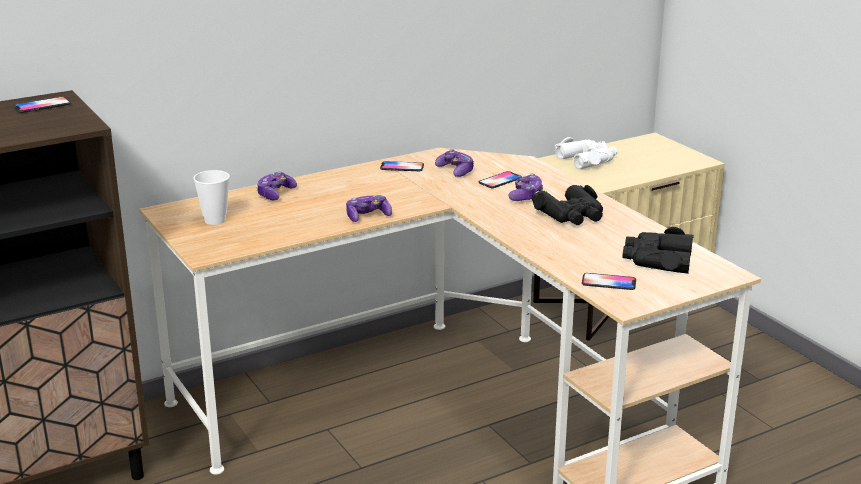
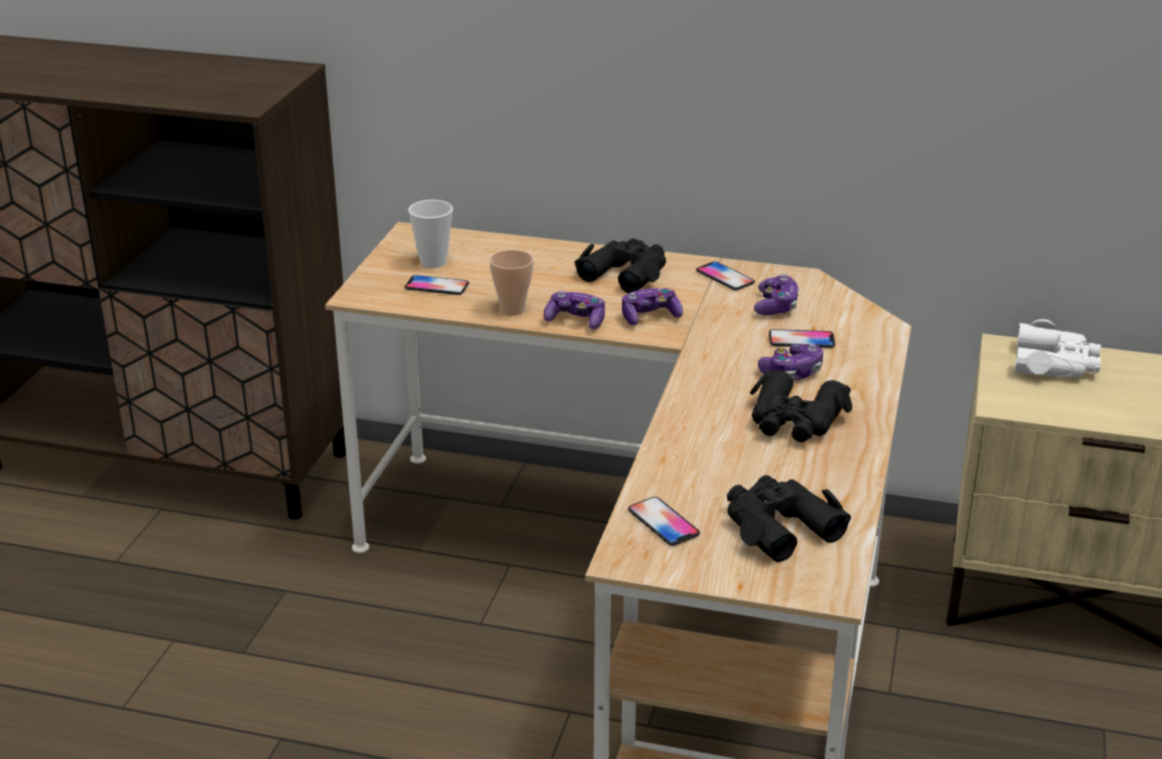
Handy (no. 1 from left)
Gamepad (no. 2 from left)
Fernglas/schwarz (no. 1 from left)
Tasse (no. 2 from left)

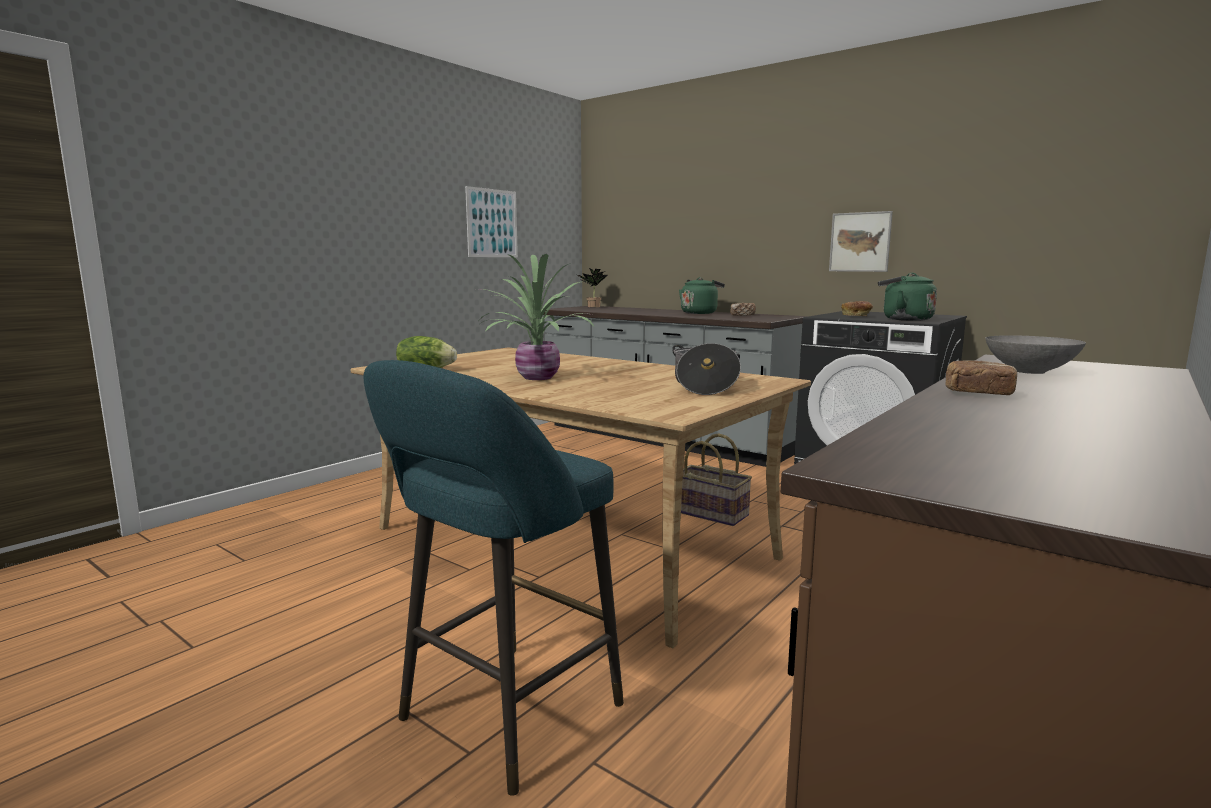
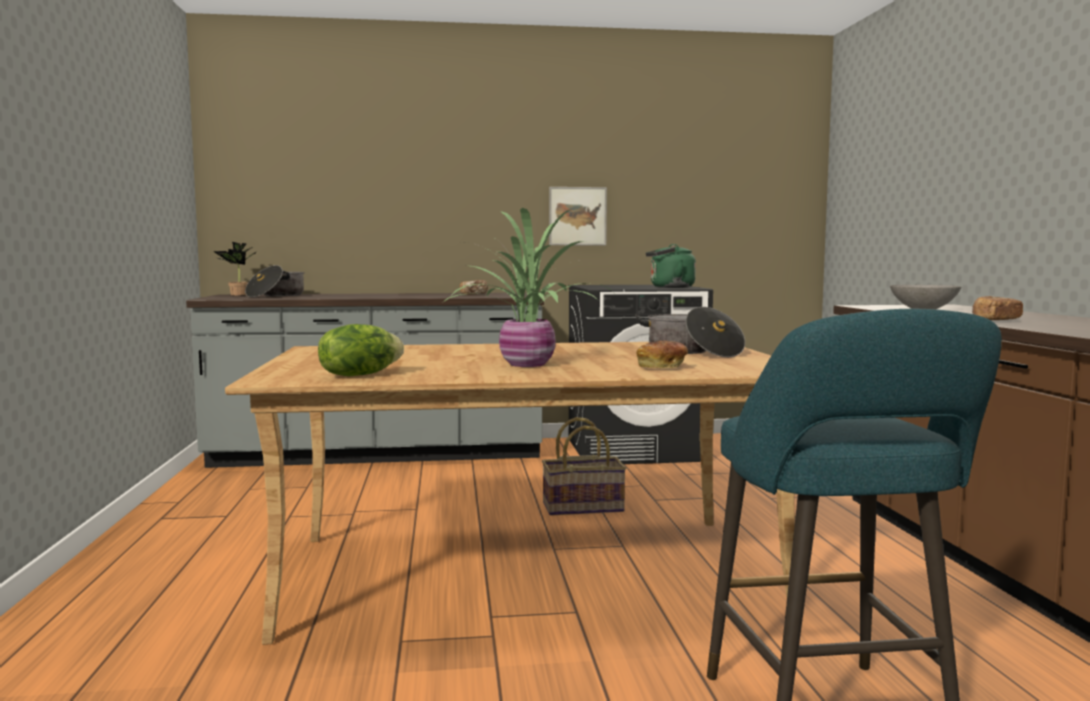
Bild (no. 1 from left in the first image)
Wasserkessel/grün (no. 1 from left in the first image)
Brot (no. 2 from left)
Kochtopf (no. 1 from left)

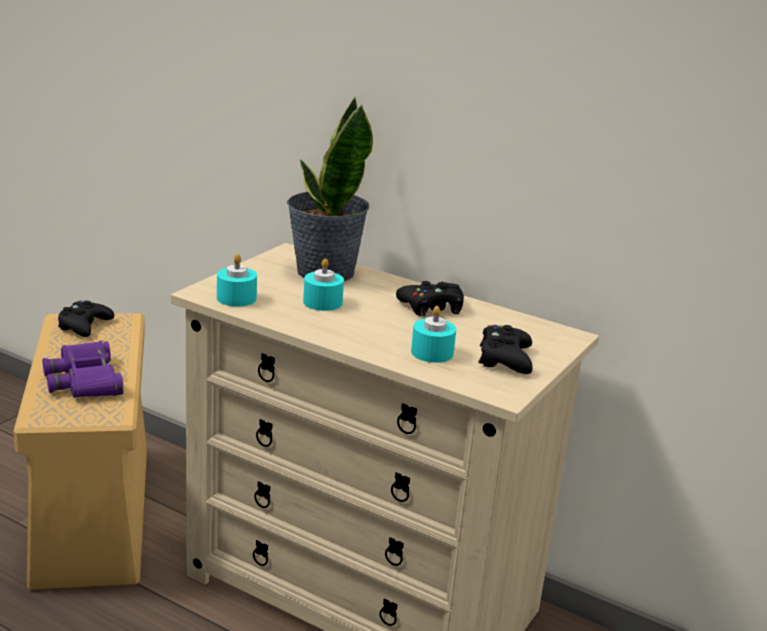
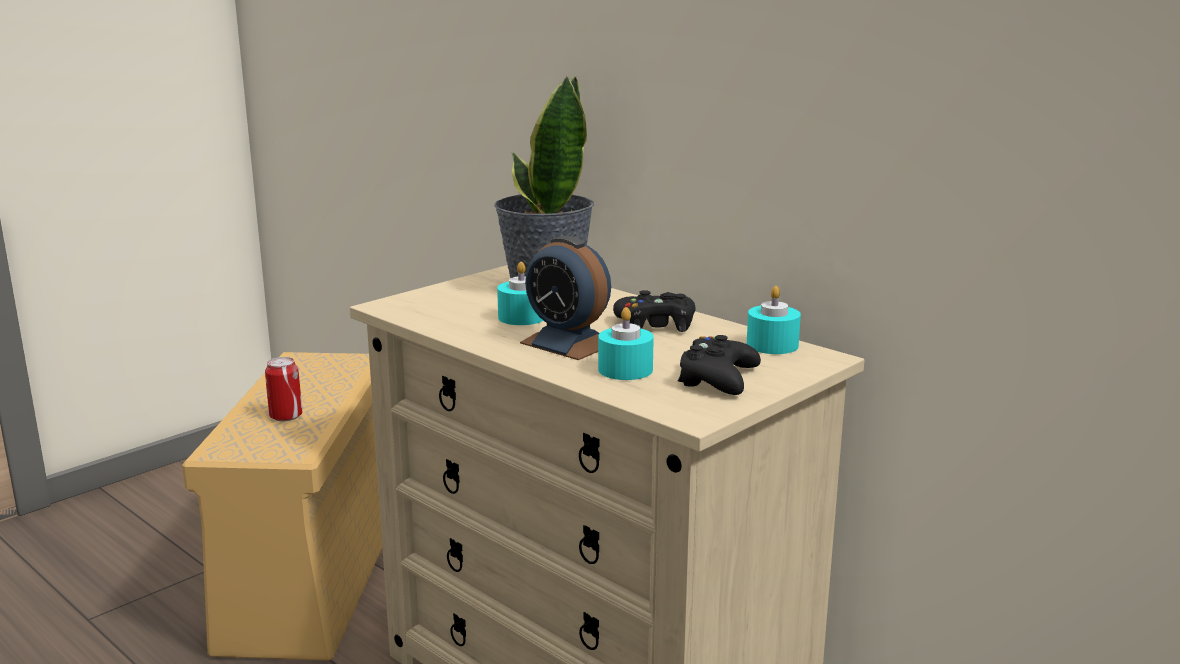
Kerze/türkis (no. 3 from left)
Gamepad/schwarz (no. 1 from left in the first image)
Dose
Wecker

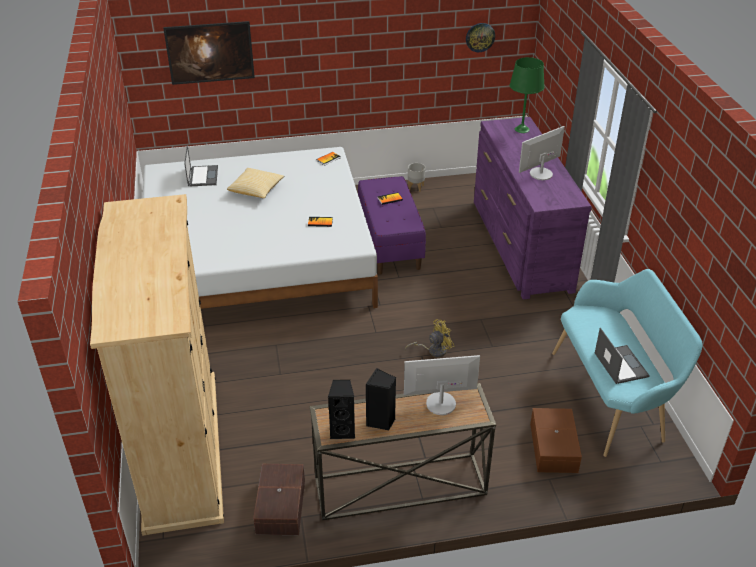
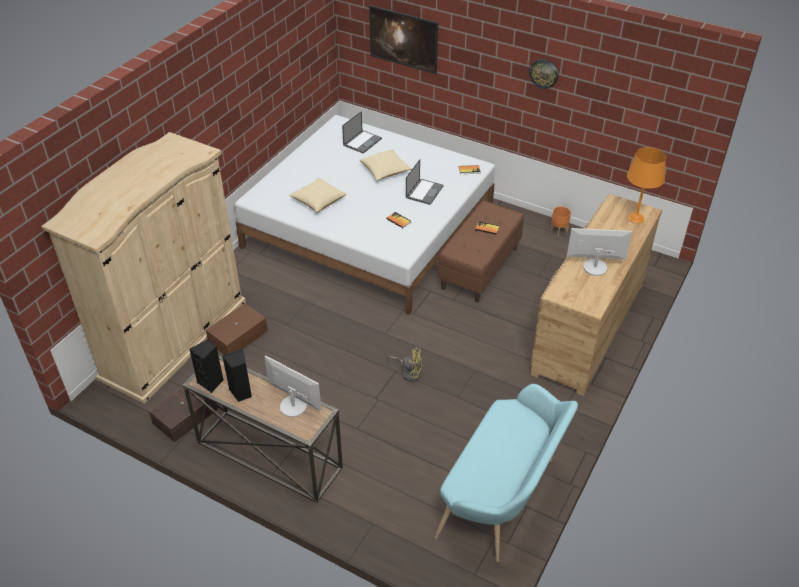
Wanduhr
Tischlampe/orange
Kommode/braun
Pflanzkübel/orange
Bank/braun
Laptop (no. 2 from left)
Aufbewahrungsbox/braun (no. 2 from left)
Kissen (no. 1 from left)

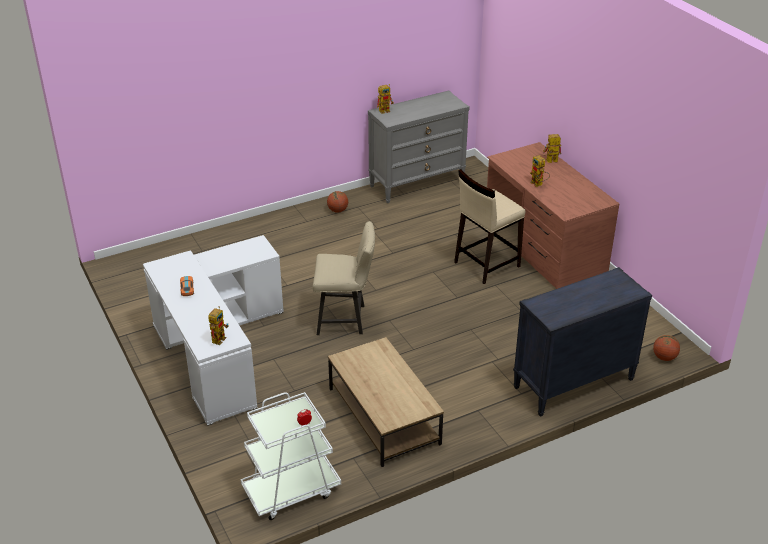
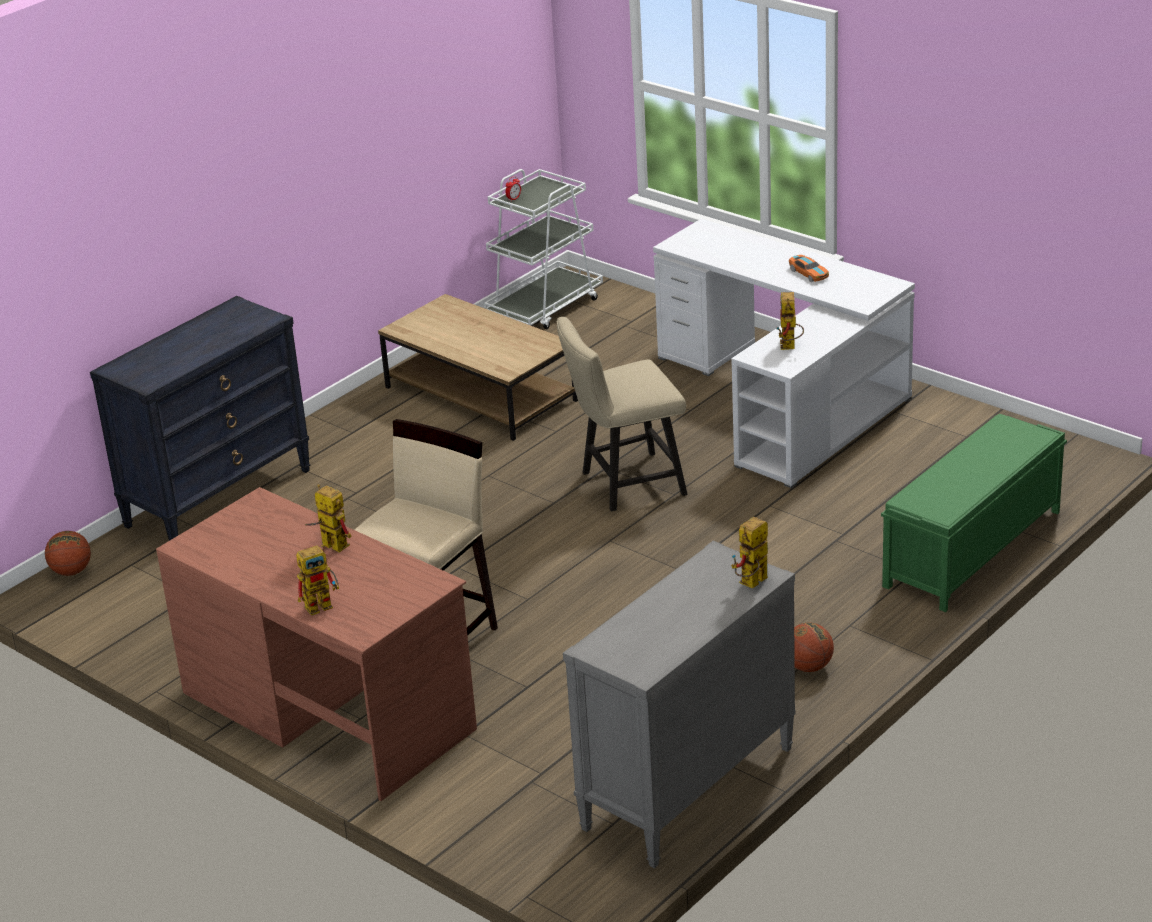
Spielzeugroboter (no. 4 from left)
Bank/grün

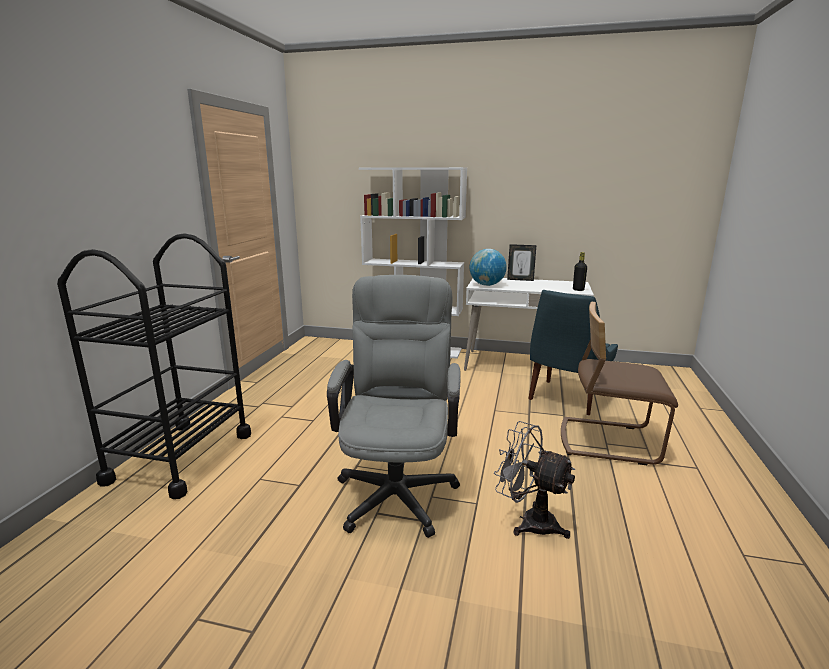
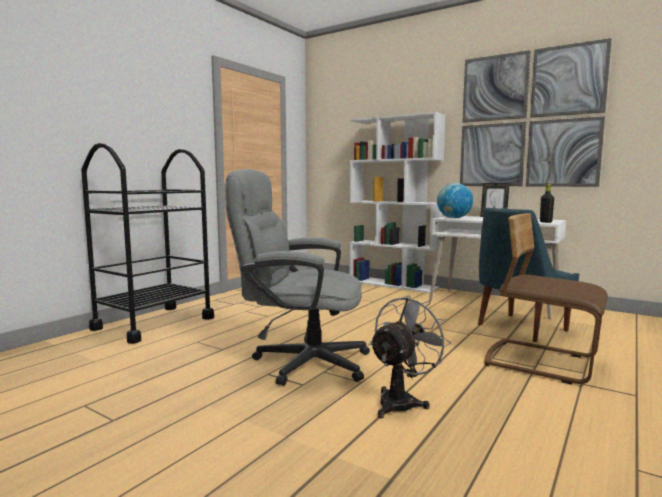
Bürostuhl/grau
Ventilator/grau
Bild

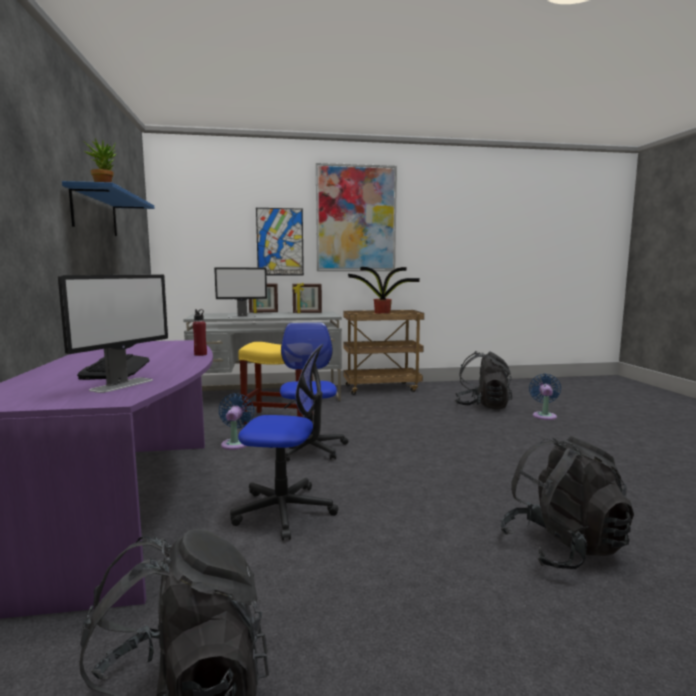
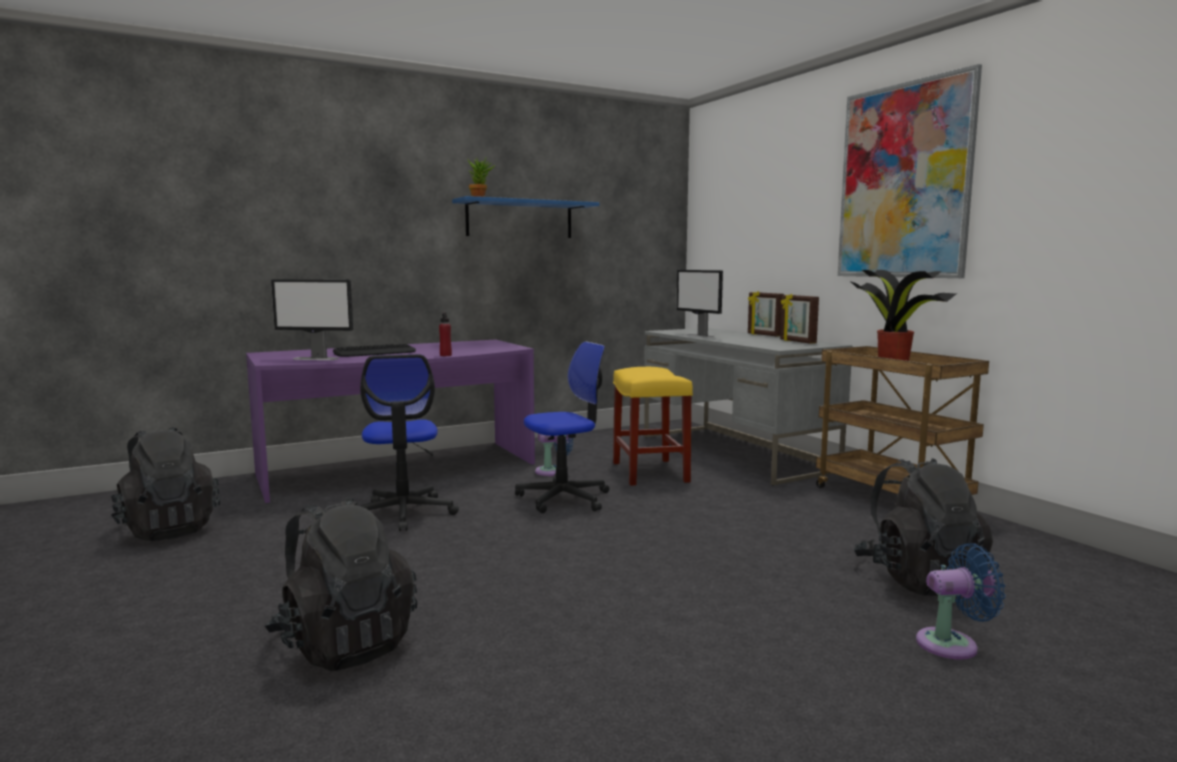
Bild (no. 1 from left in the first image)

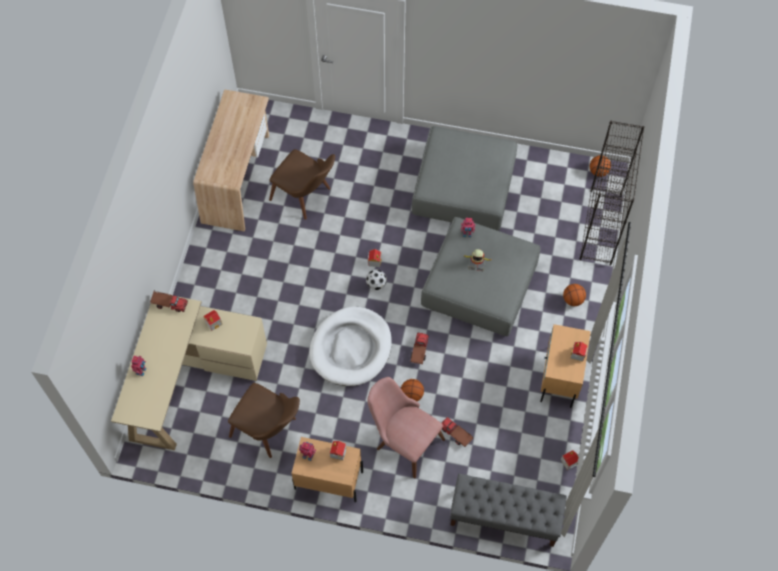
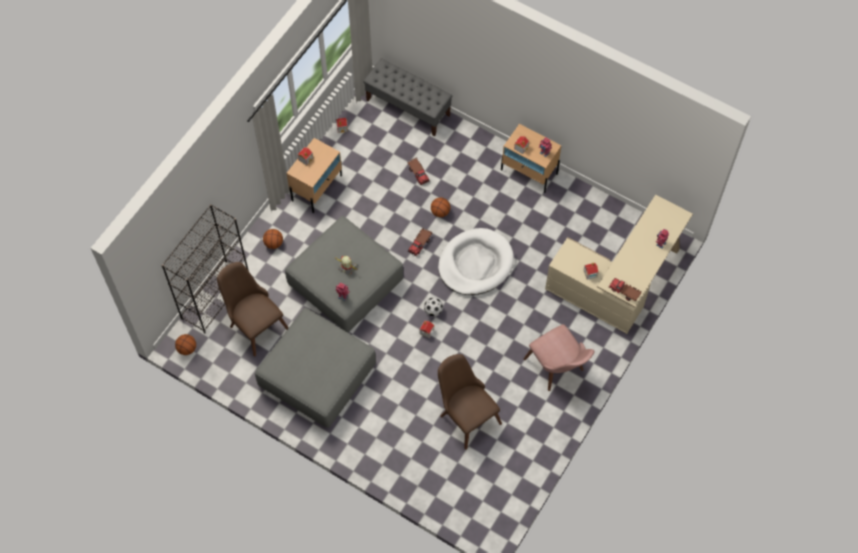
Schreibtisch/beige (no. 2 from left in the first image)
Stuhl/rosa
Stuhl/braun (no. 1 from left)

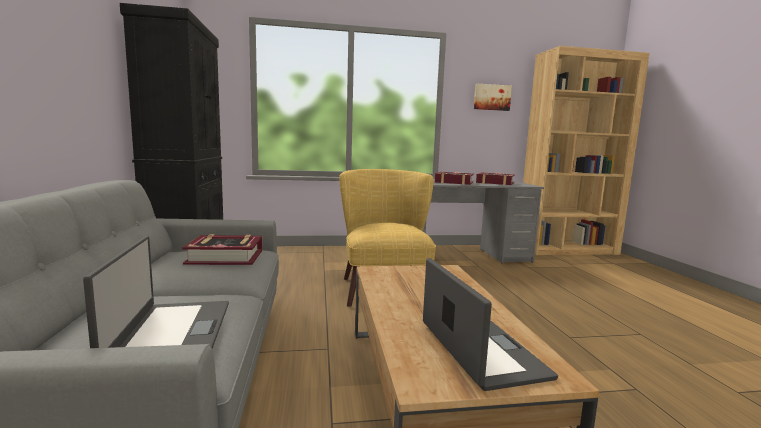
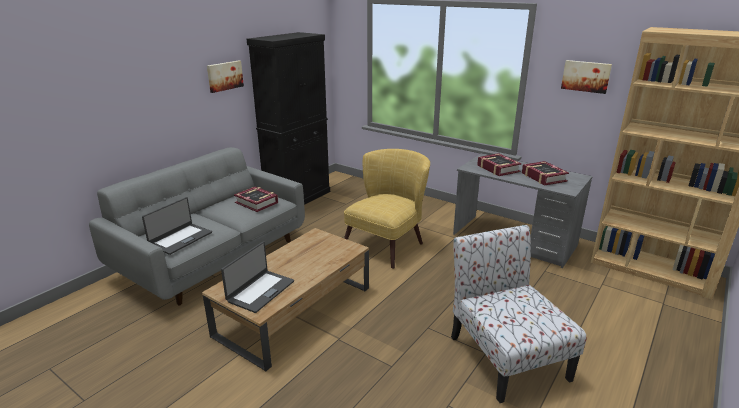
Bild (no. 1 from left)
Stuhl

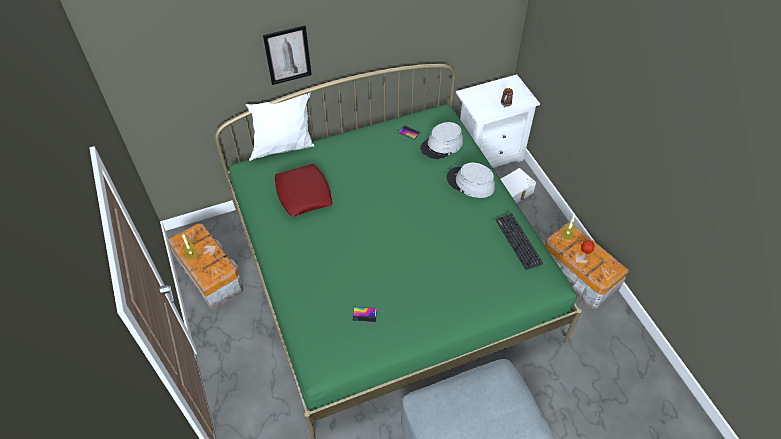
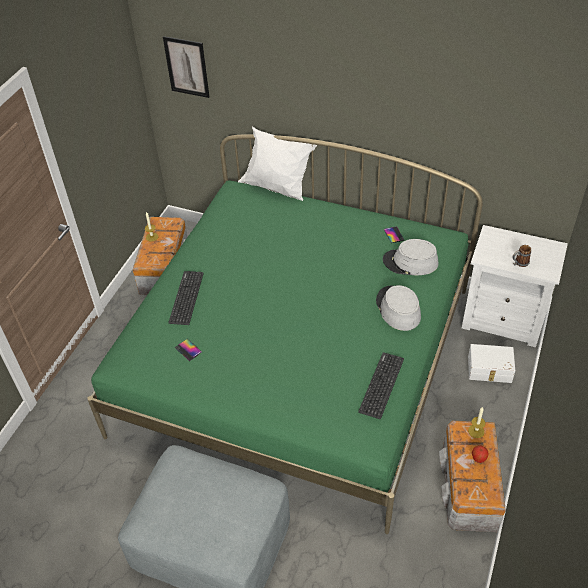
Bild
Kissen/rot
Tastatur (no. 1 from left)

